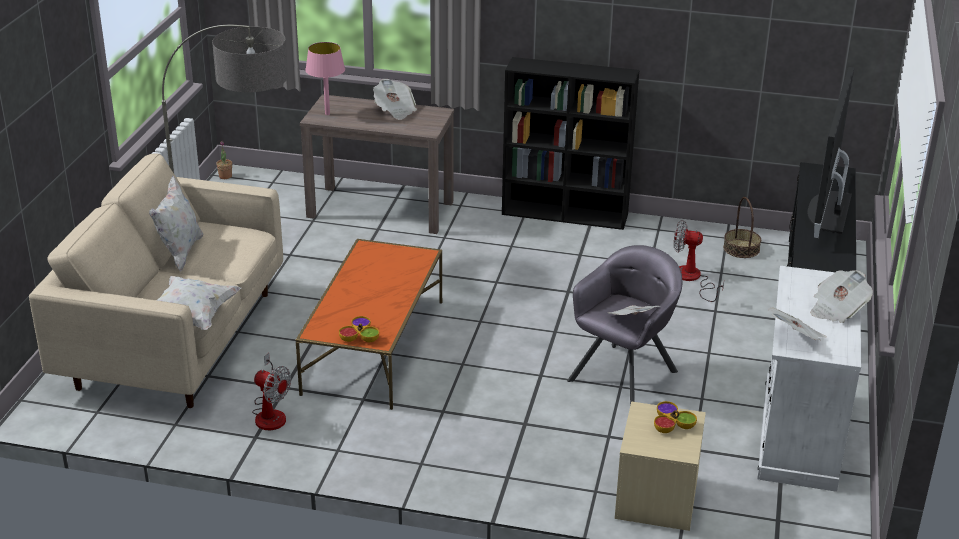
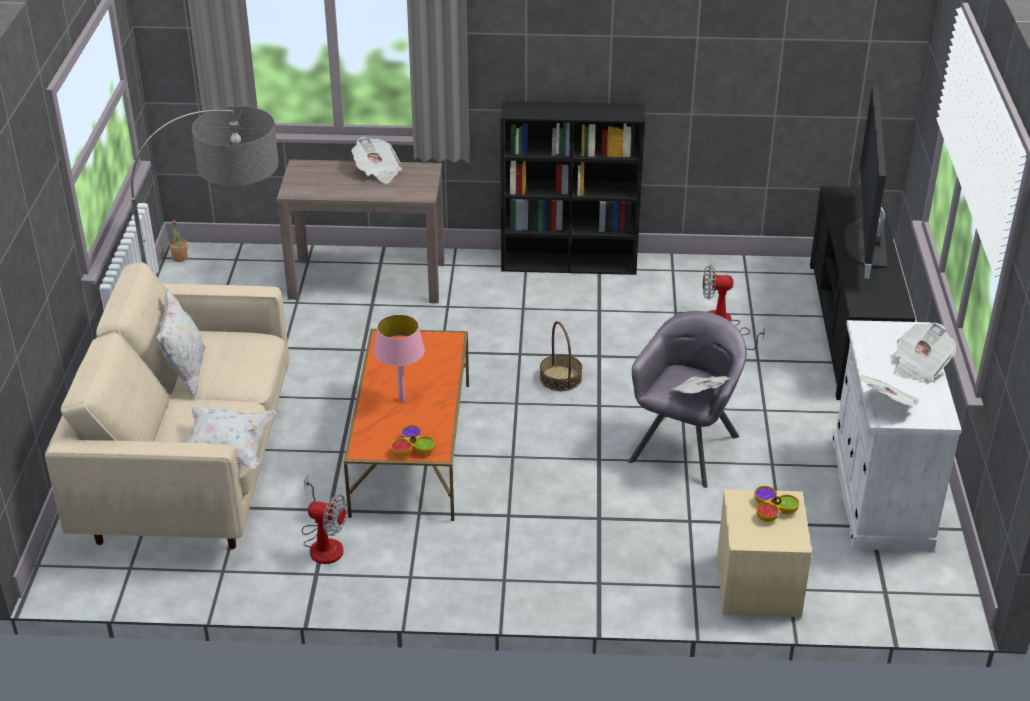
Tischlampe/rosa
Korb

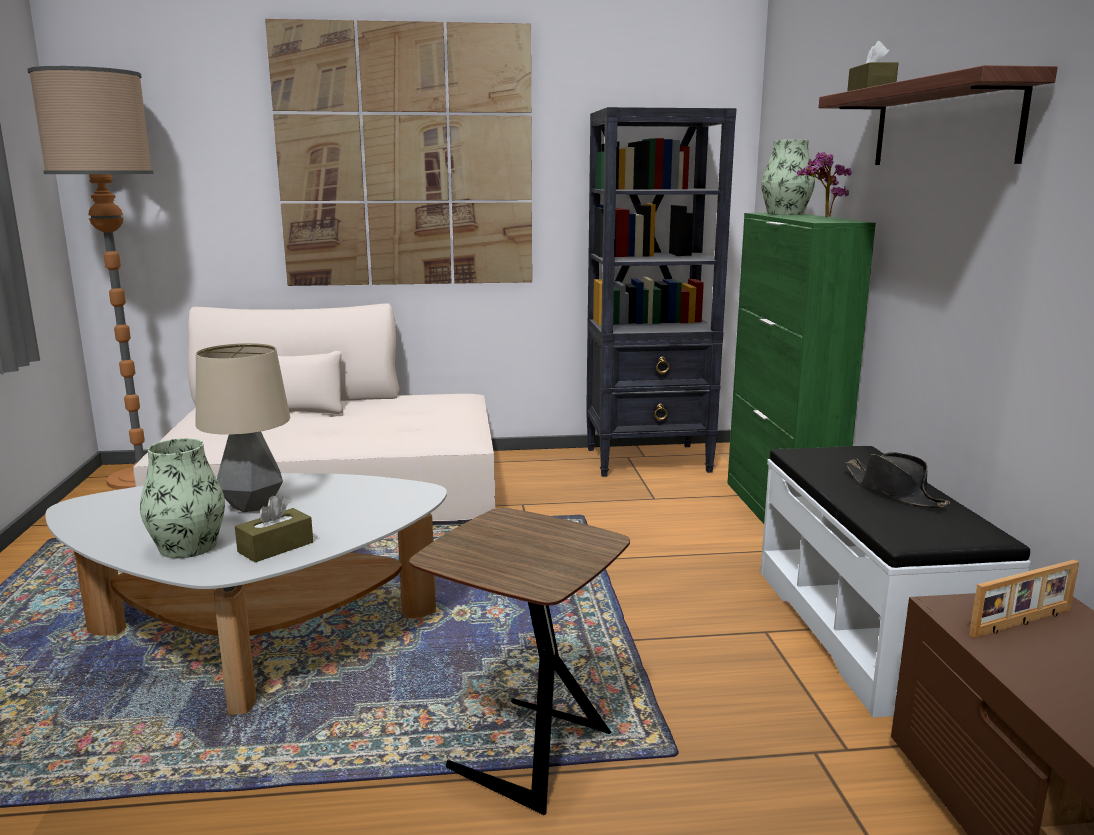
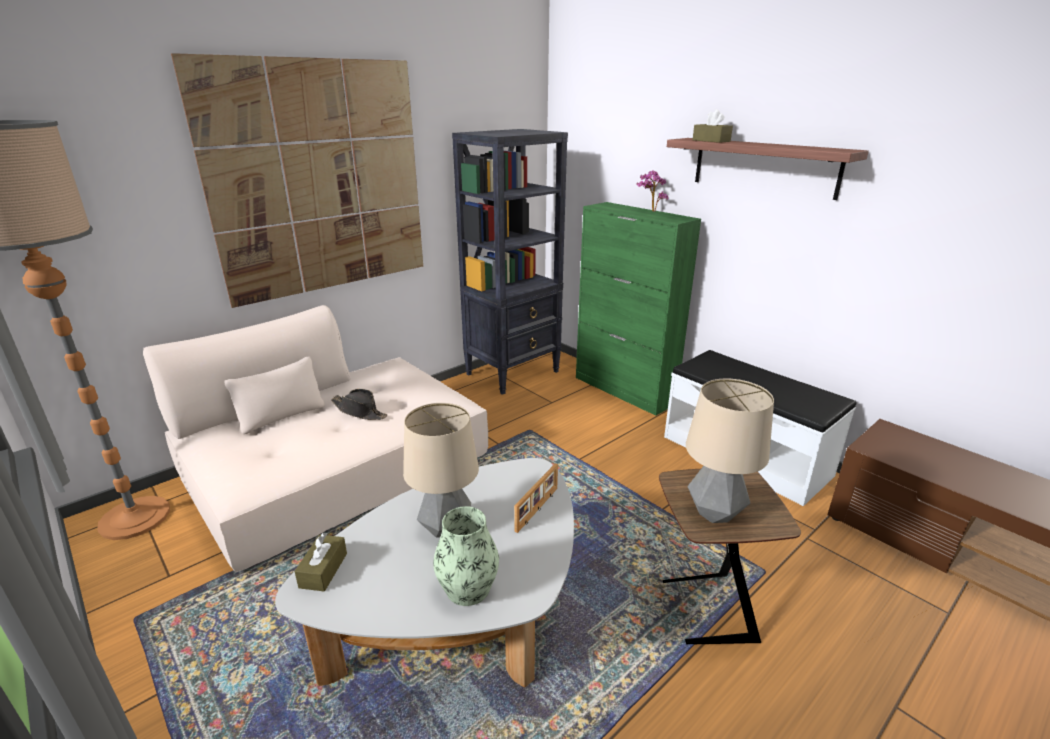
Vase (no. 2 from left in the first image)
Hut/schwarz
Taschentuchbox/braun (no. 1 from left)
Bilderrahmen
Tischlampe (no. 2 from left)

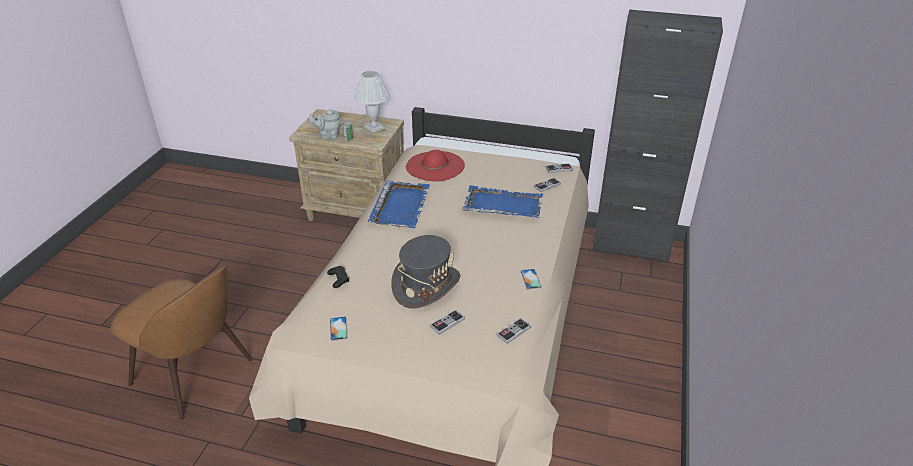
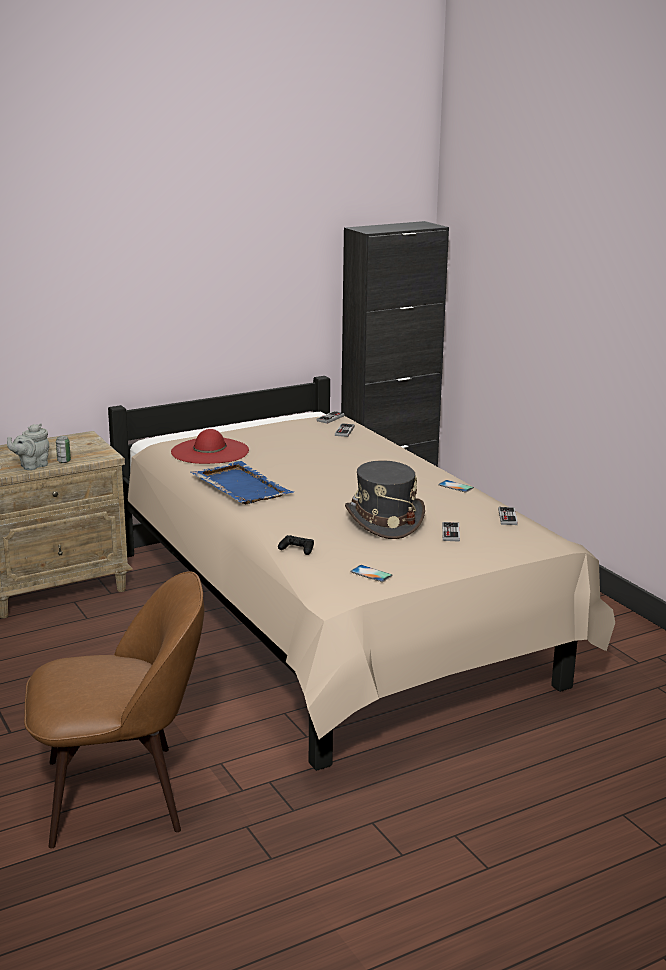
Tischlampe/weiß
Tablett/blau (no. 2 from left in the first image)

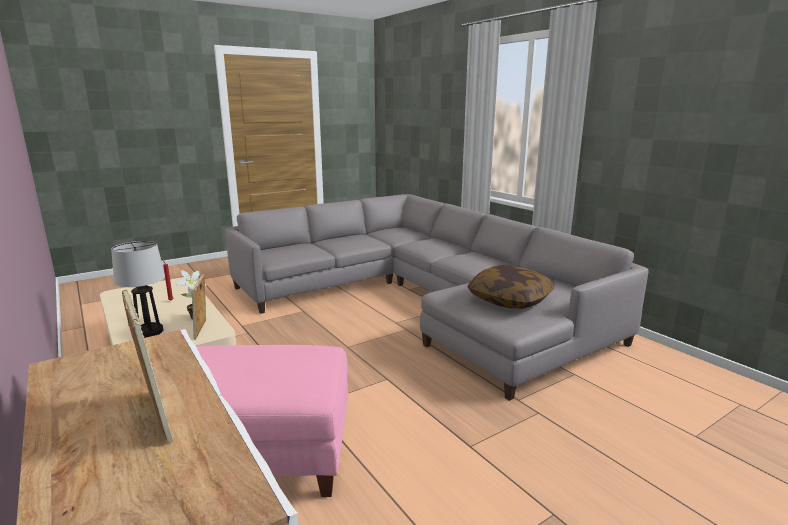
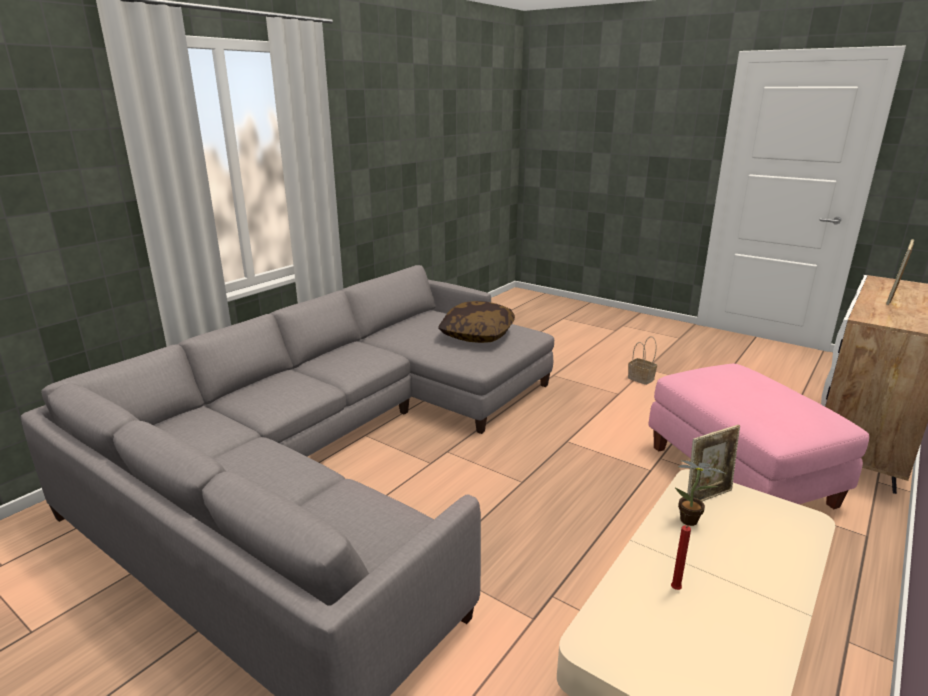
Tischlampe
Korb

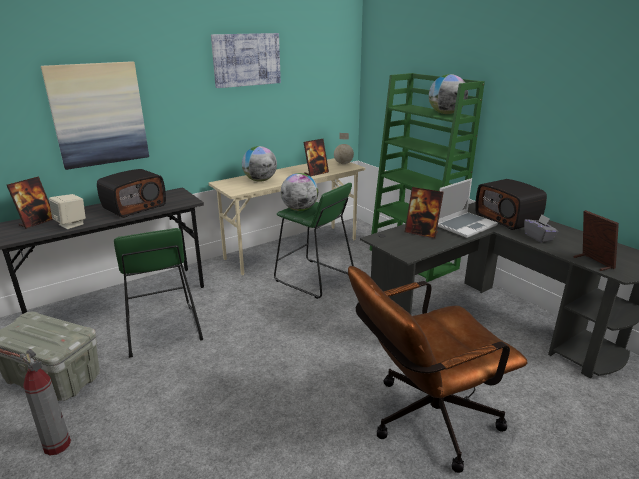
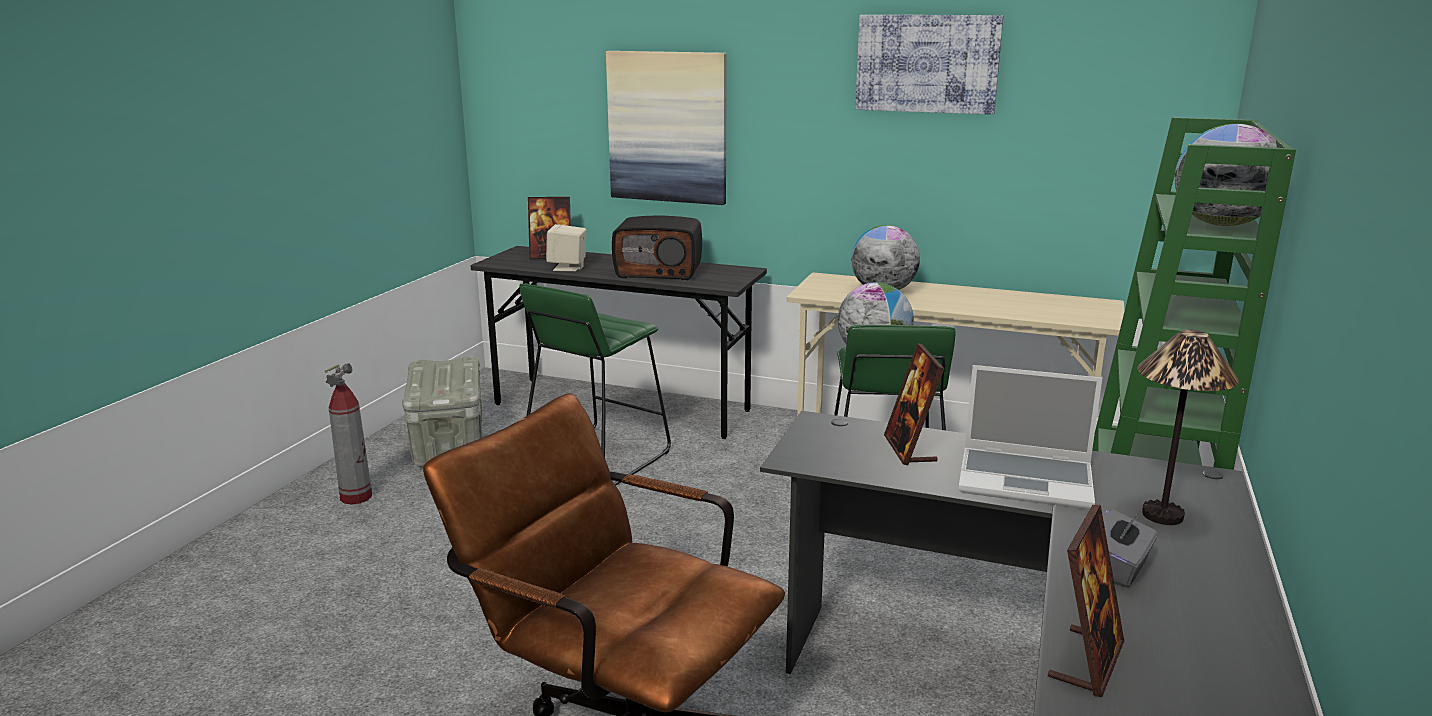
Globus (no. 3 from left in the first image)
Bilderrahmen (no. 2 from left in the first image)
Tischlampe

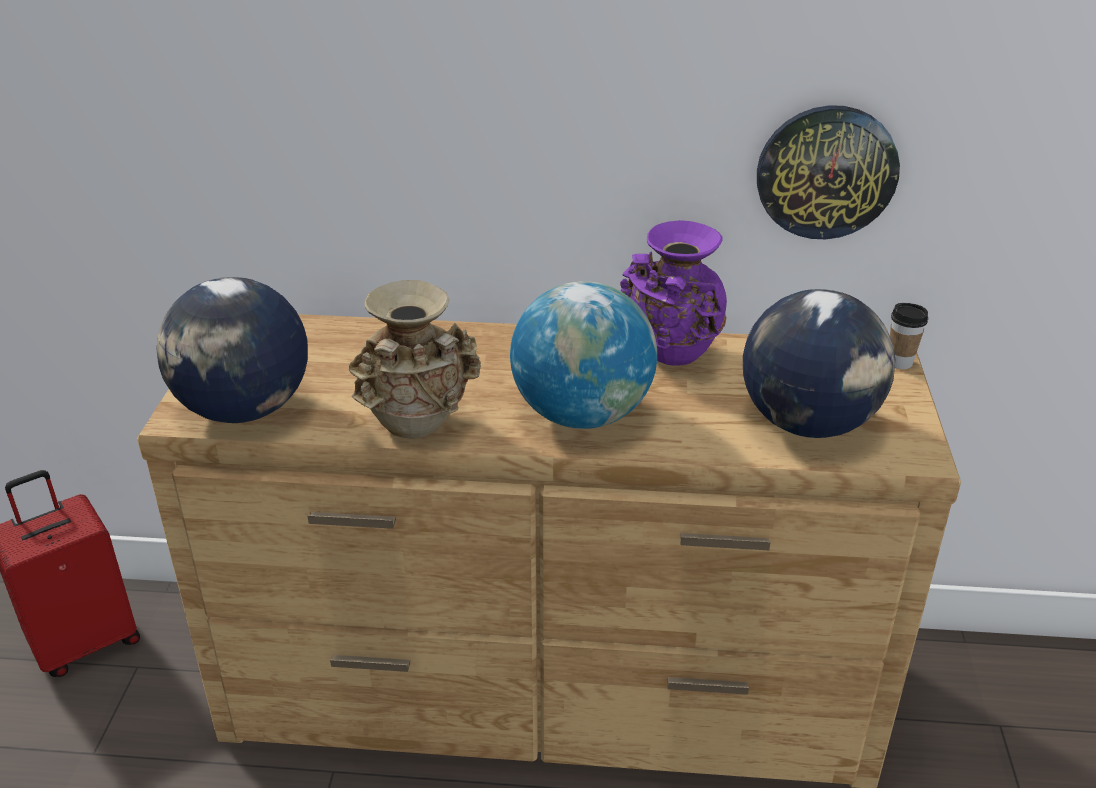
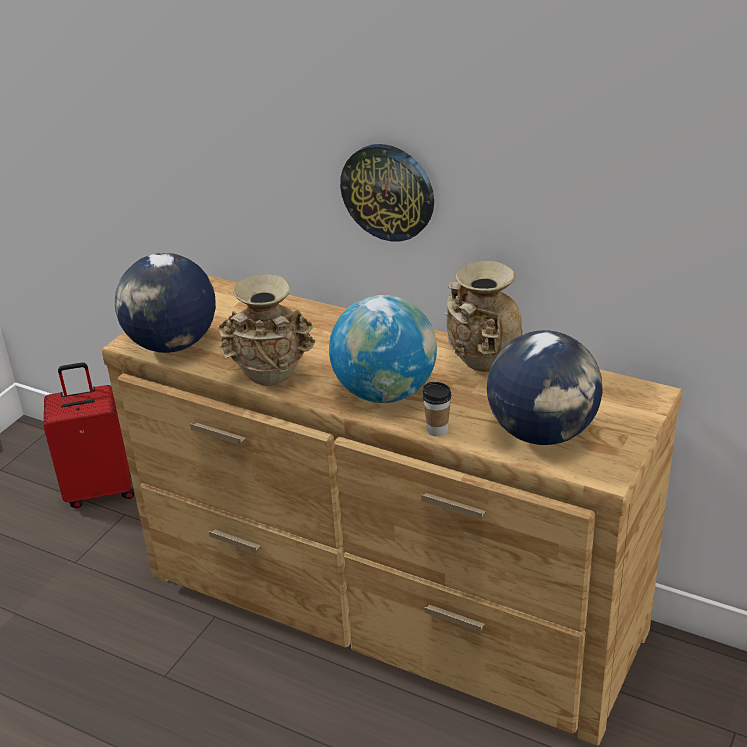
Wanduhr
Vase/beige (no. 2 from left)
Tasse

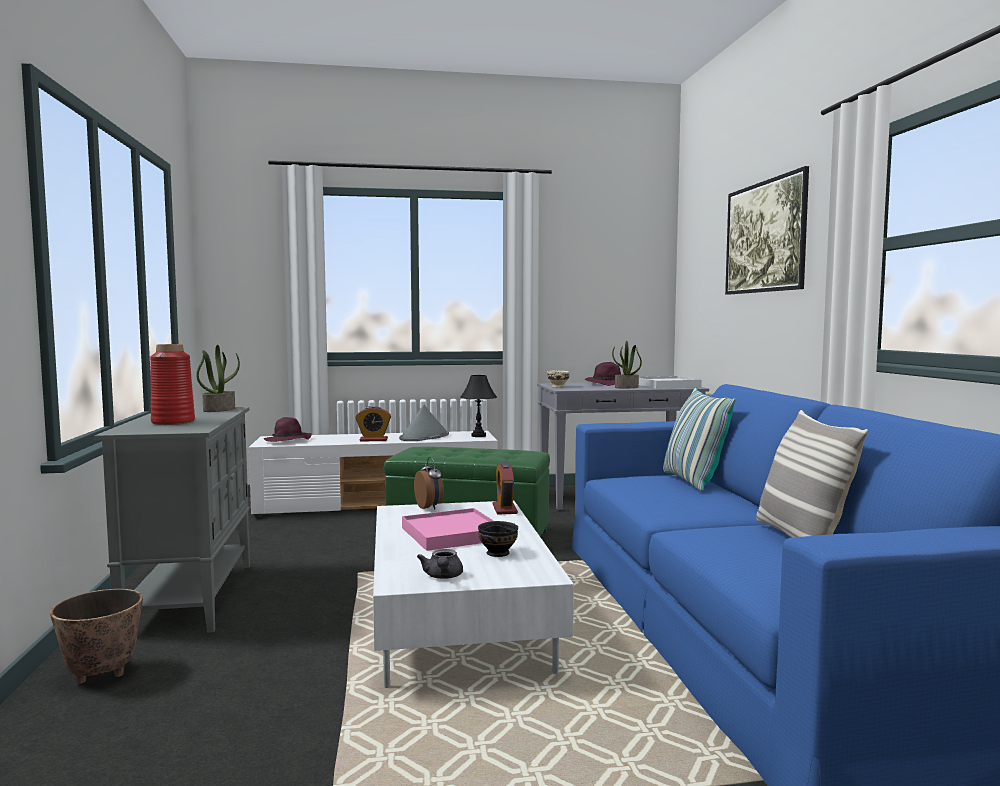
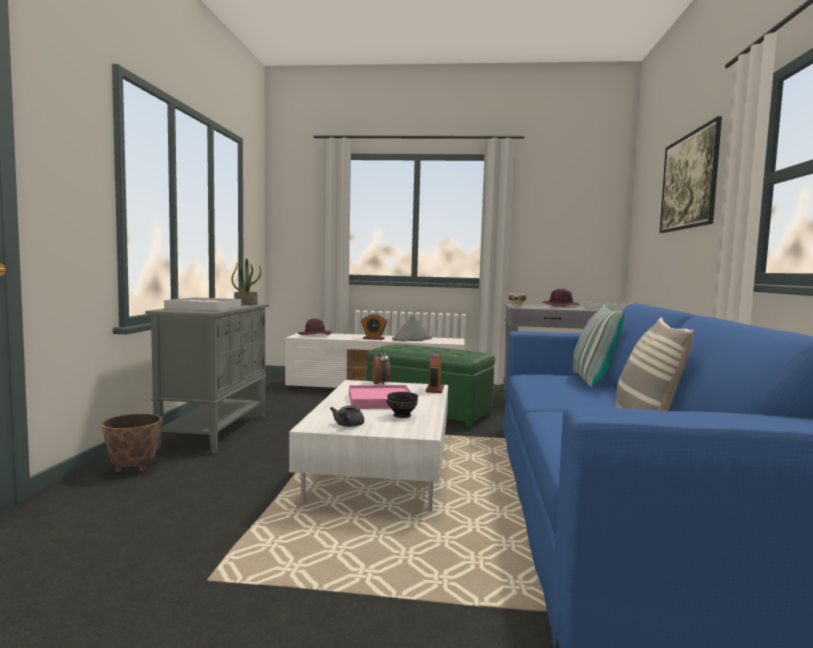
Topfpflanze (no. 2 from left in the first image)
Tablett/weiß (no. 1 from left)
Tischlampe/schwarz

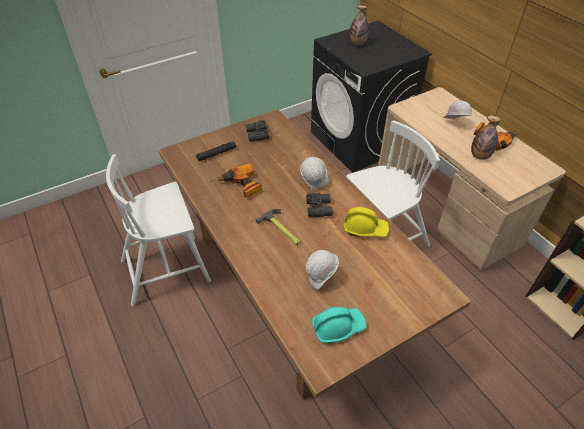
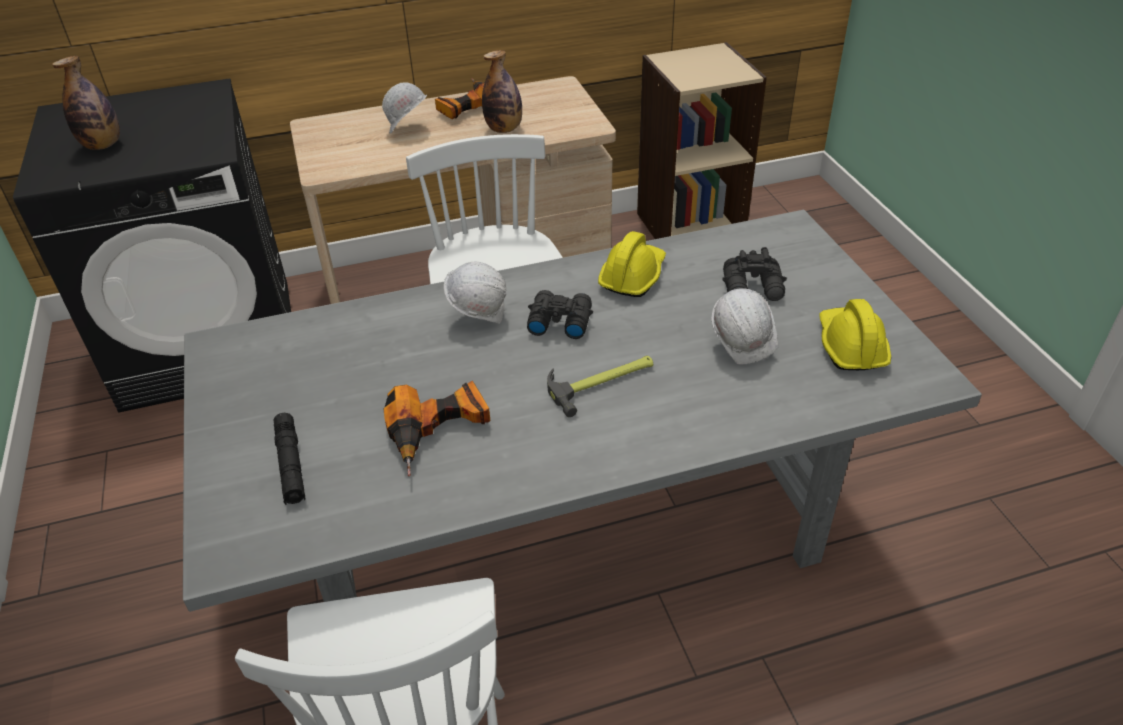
Esstisch/grau
Fernglas/schwarz (no. 2 from left)
Schutzhelm/gelb (no. 2 from left)

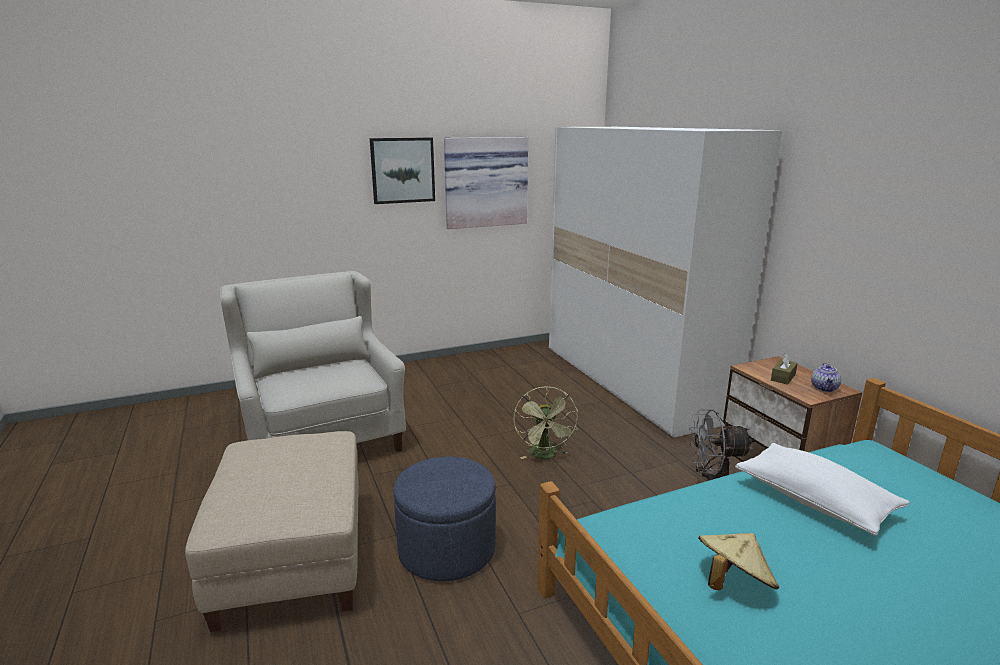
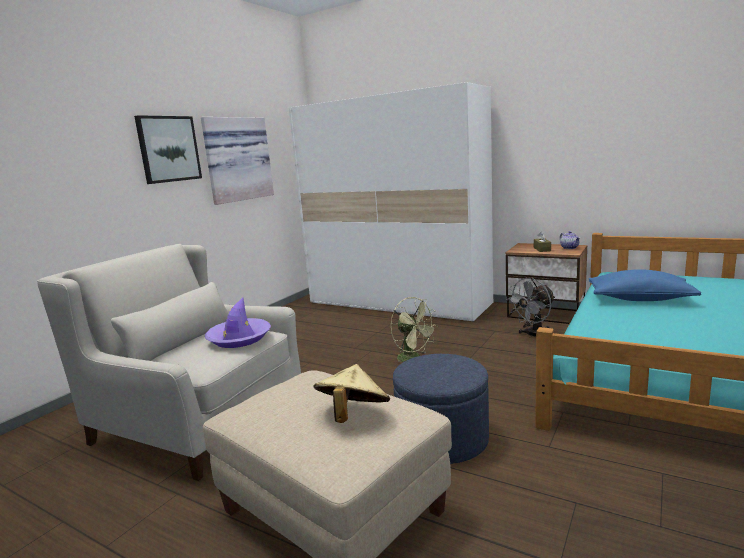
Kissen/blau
Hut/beige
Hut/lila

